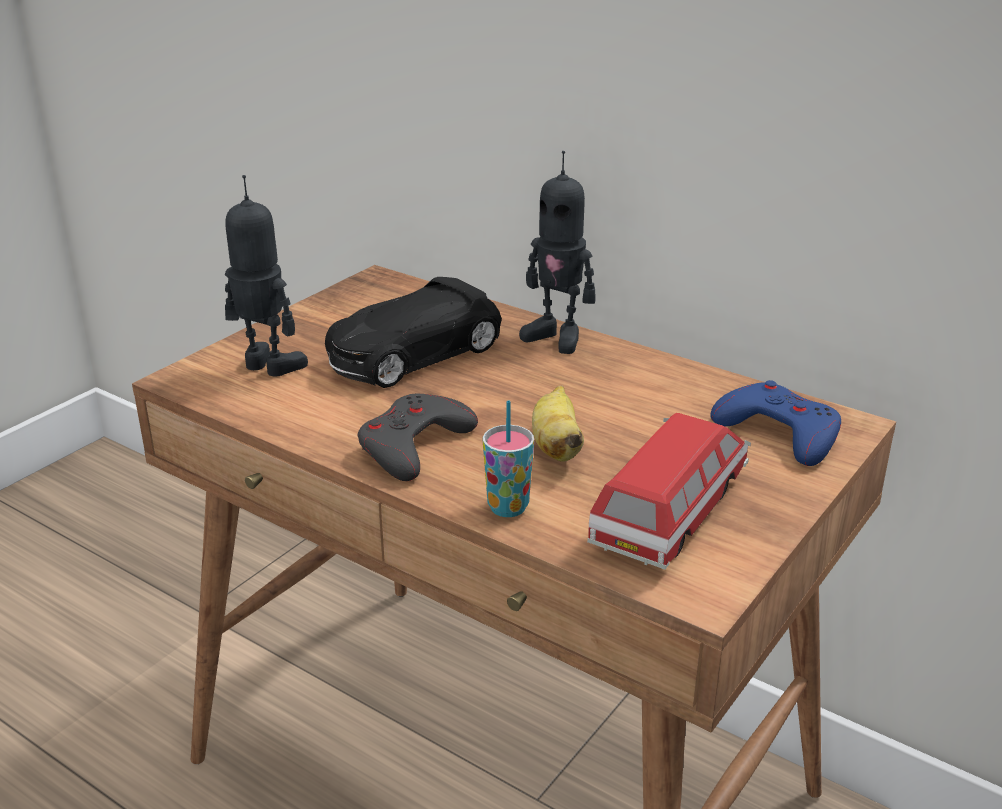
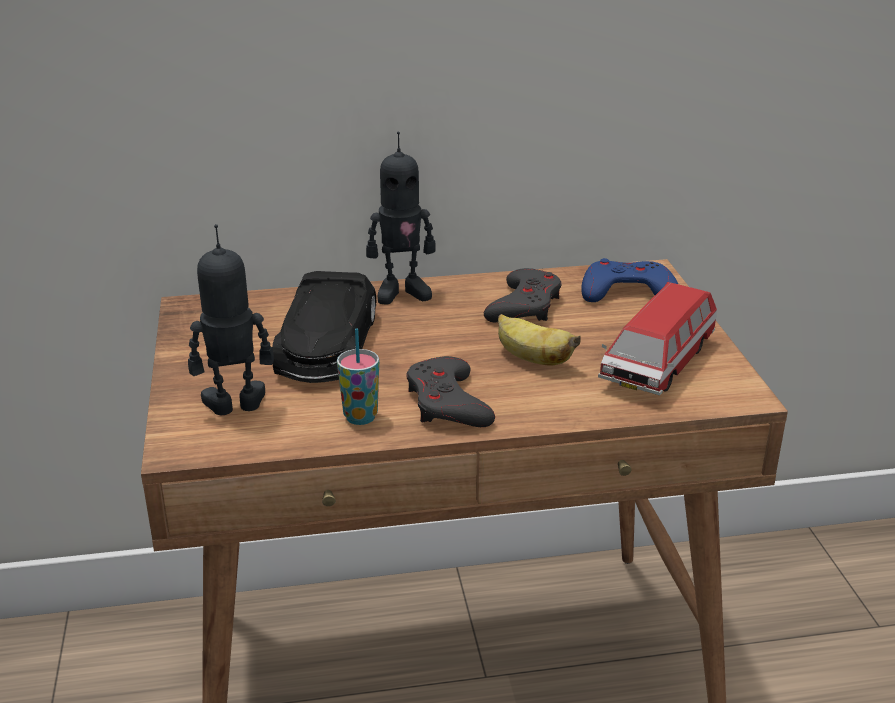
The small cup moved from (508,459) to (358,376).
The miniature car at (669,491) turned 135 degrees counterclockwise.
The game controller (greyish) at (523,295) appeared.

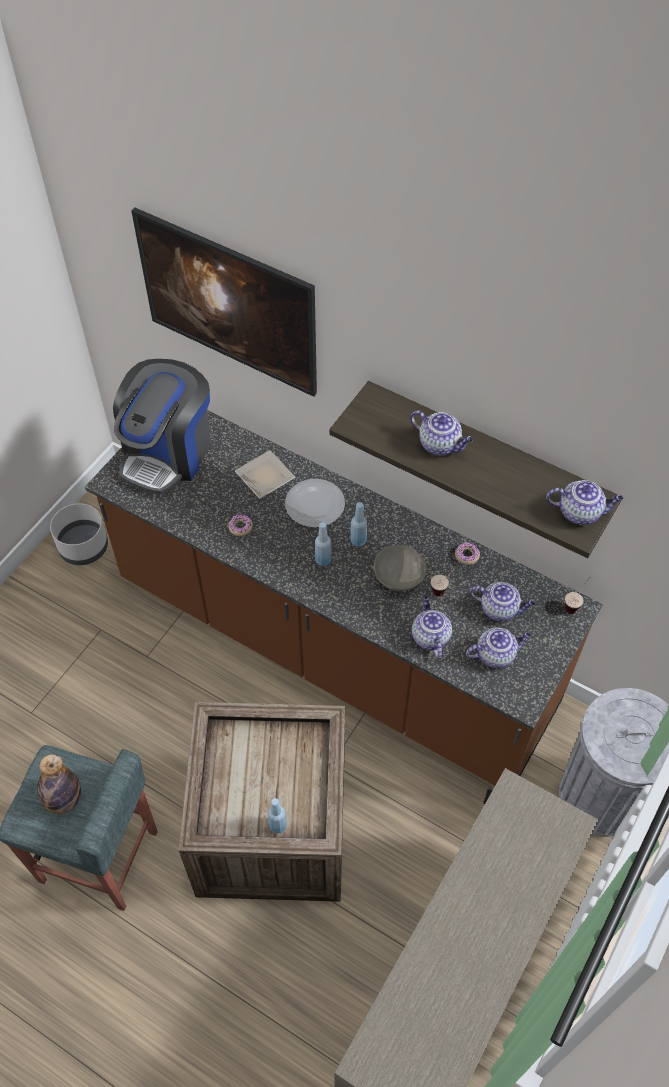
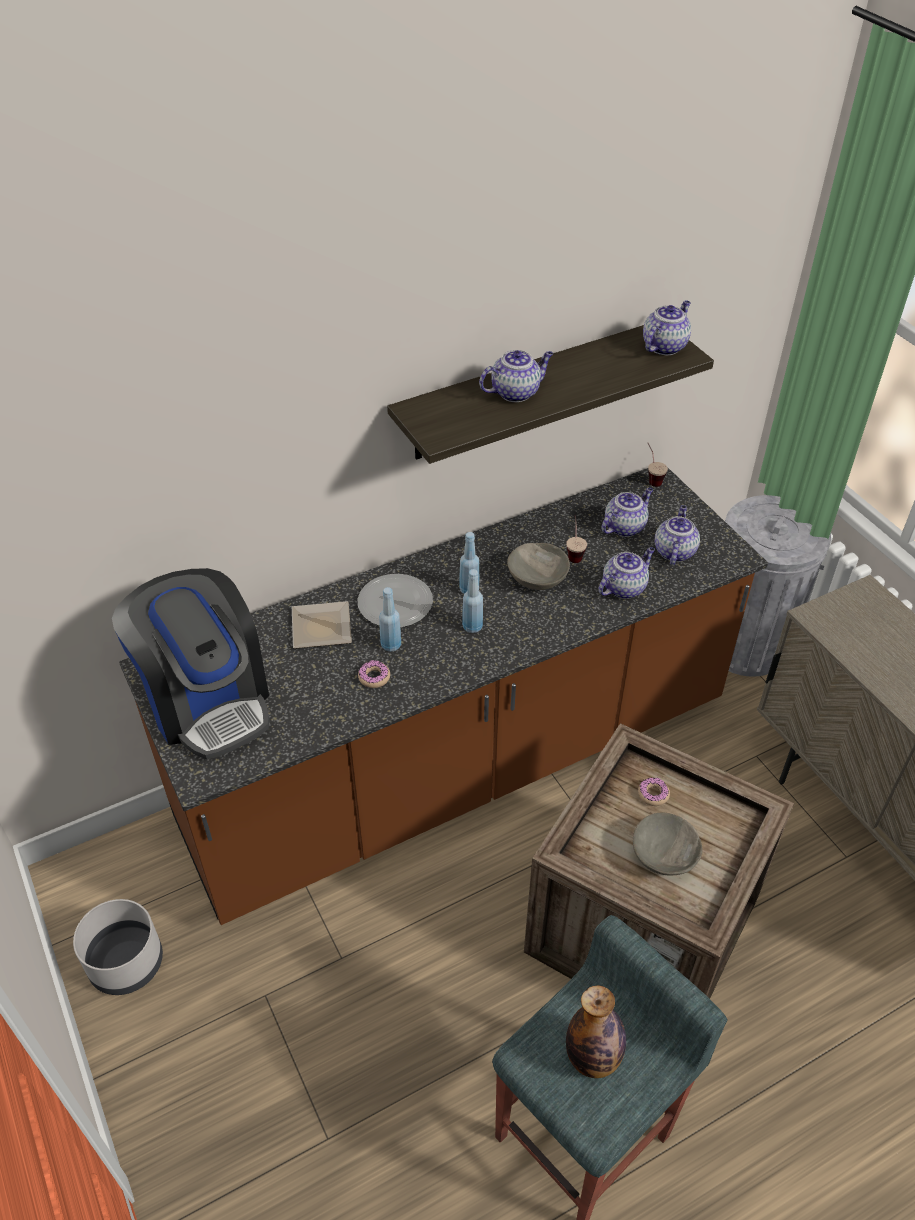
The wall art at (224,302) disappeared.
The doughnut moved from (467,553) to (654,791).
The teapot at (432,627) turned 120 degrees clockwise.
The bottle (bluish) moved from (277,815) to (390,619).
The bowl (greyish) at (668,844) appeared.

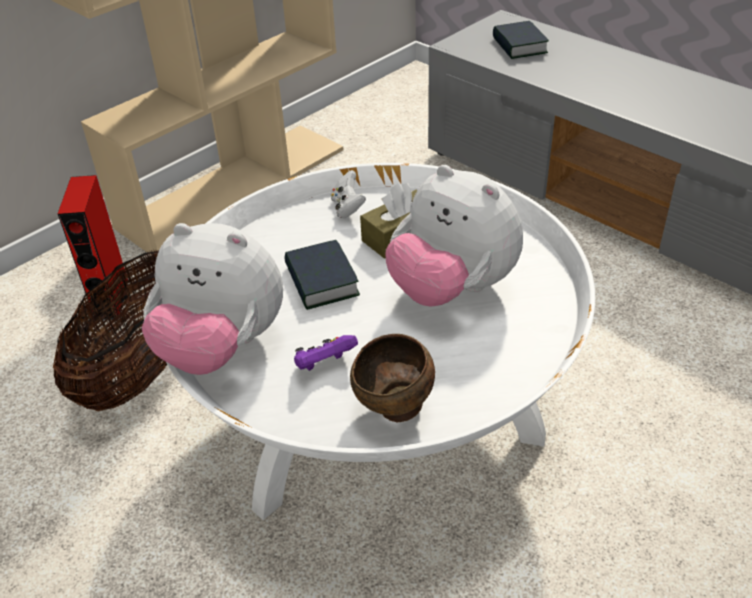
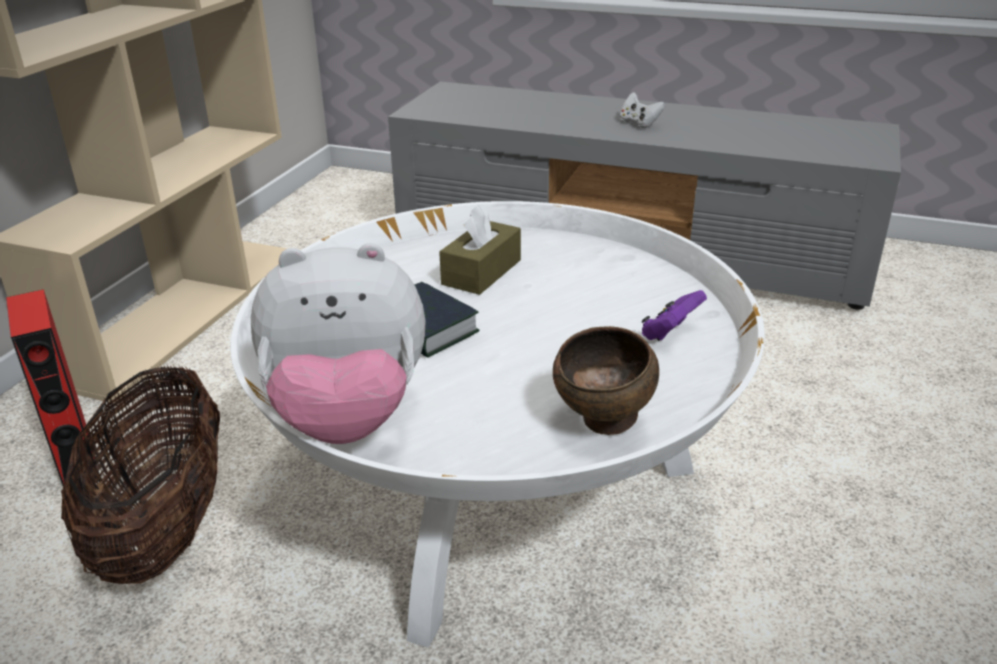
The bound book at (521,40) disappeared.
The plush toy at (454,235) disappeared.
The game controller (white) moved from (348,194) to (642,110).
The game controller (purple-coloured) moved from (326,353) to (674,315).

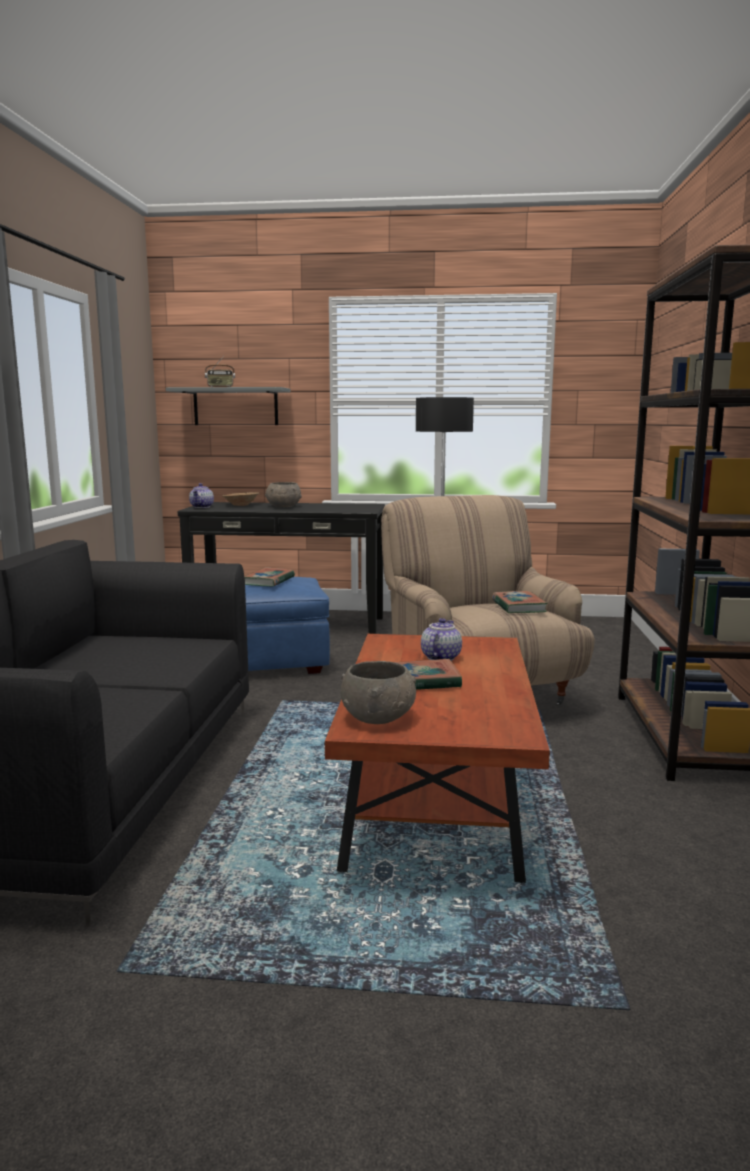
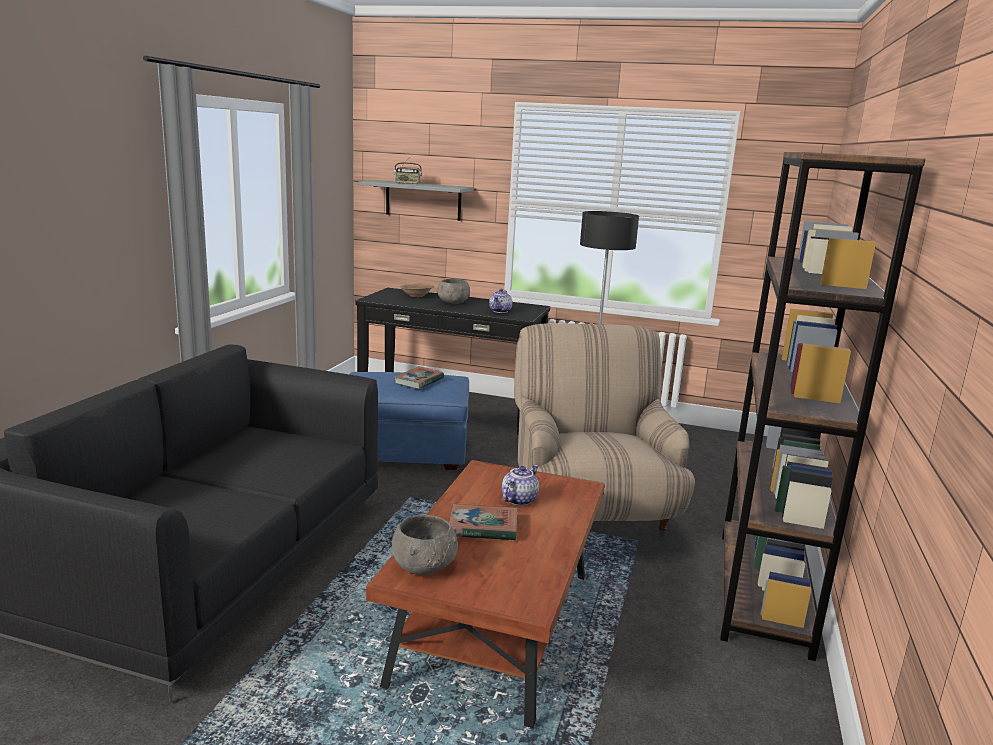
The teapot moved from (201,495) to (500,301).
The bound book at (520,602) disappeared.

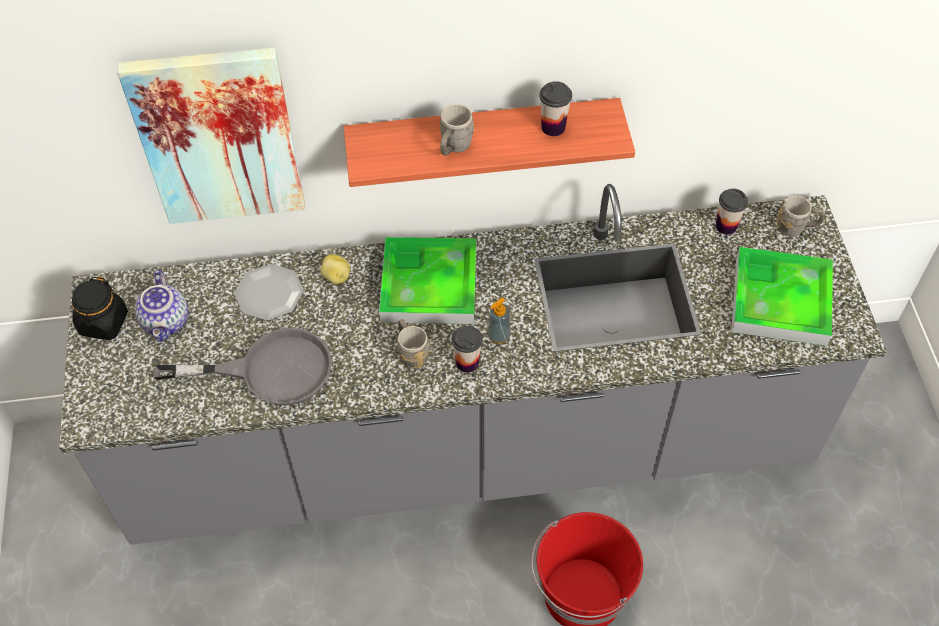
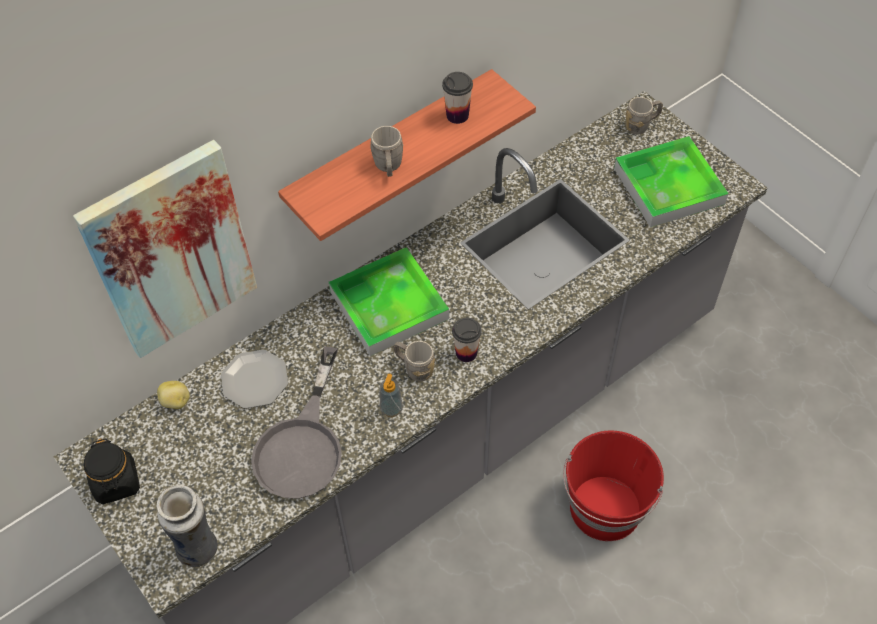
The small cup at (732,212) disappeared.
The spud moved from (335,269) to (173,395).
The teapot at (161,305) disappeared.
The soap dispenser moved from (499,321) to (391,395).
The skillet (greyish) at (242,366) turned 135 degrees clockwise.
The decorative vase at (187,526) appeared.

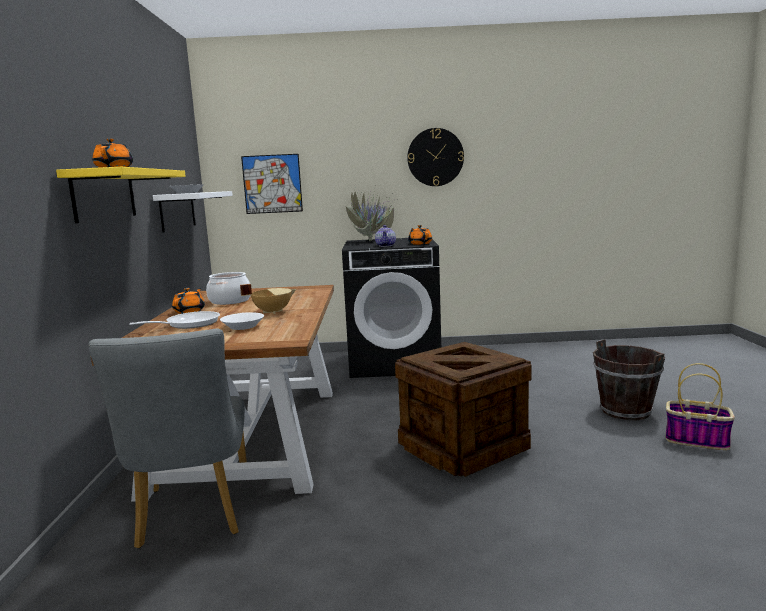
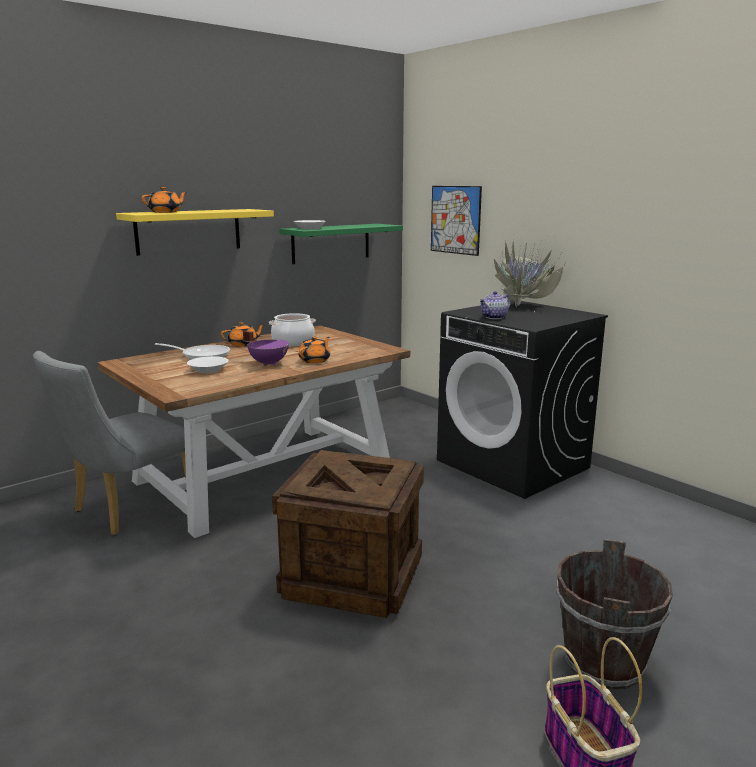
The clock on the wall at (435,157) disappeared.
The shelf (white) at (193,211) became the shelf (greenish) at (341,244).
The teapot (orange-coloured) moved from (420,235) to (314,350).
The saucepot (beige) at (268,299) became the saucepot (purple-coloured) at (266,348).

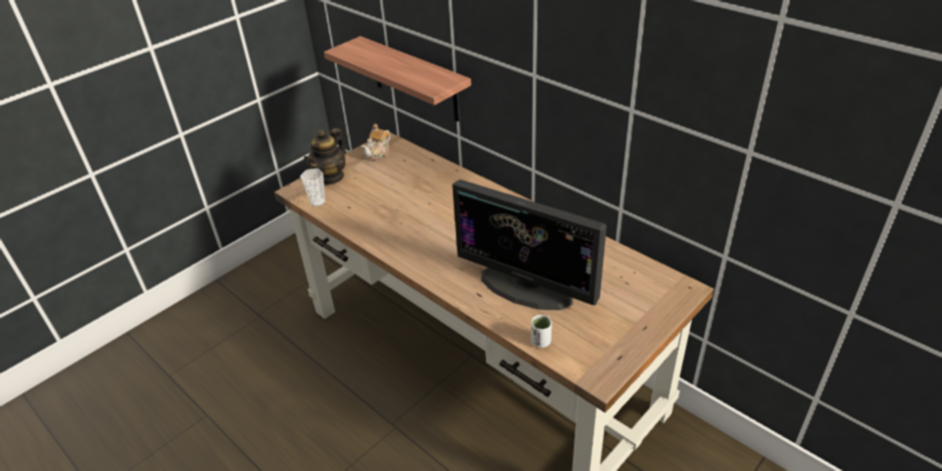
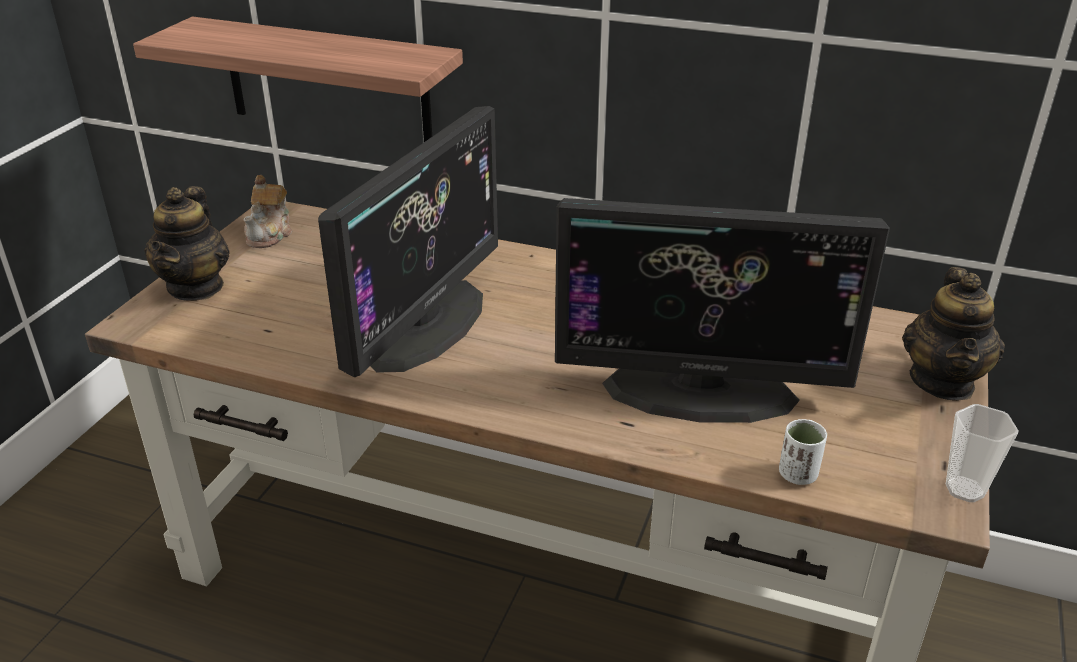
The small cup moved from (312,187) to (982,453).
The computer display at (408,241) appeared.
The teapot at (953,334) appeared.

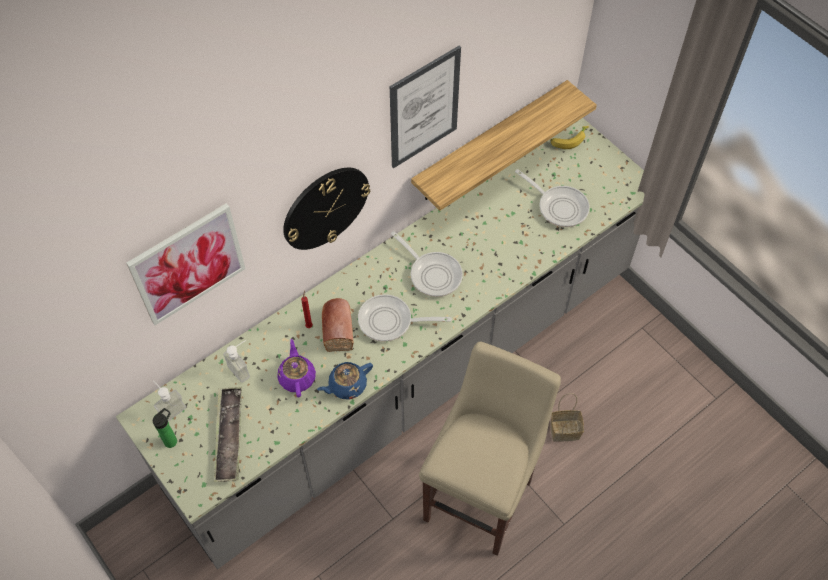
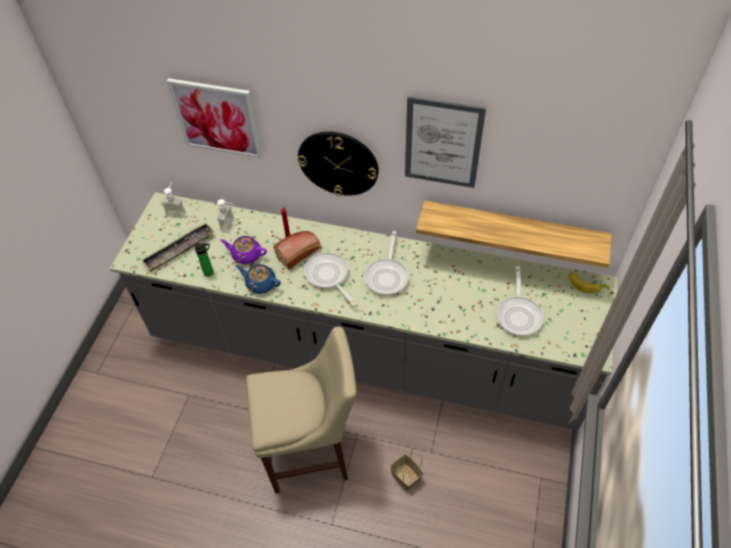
The teapot (purple-coloured) at (296,368) turned 120 degrees counterclockwise.
The bottle moved from (165,428) to (204,260).

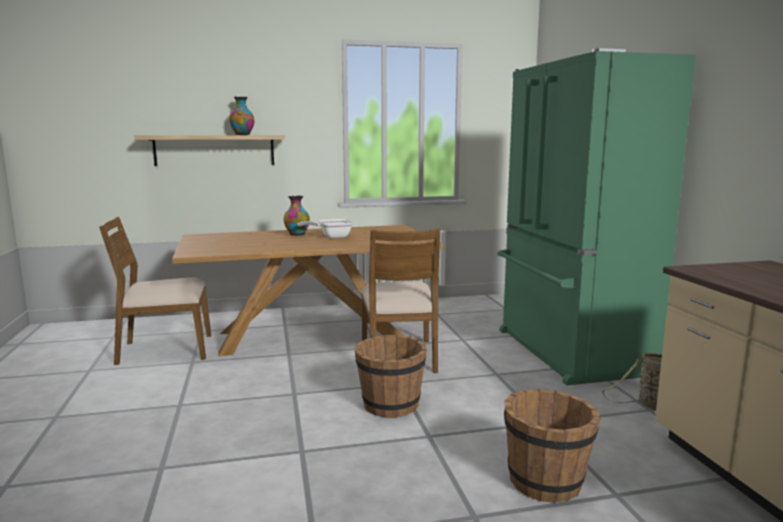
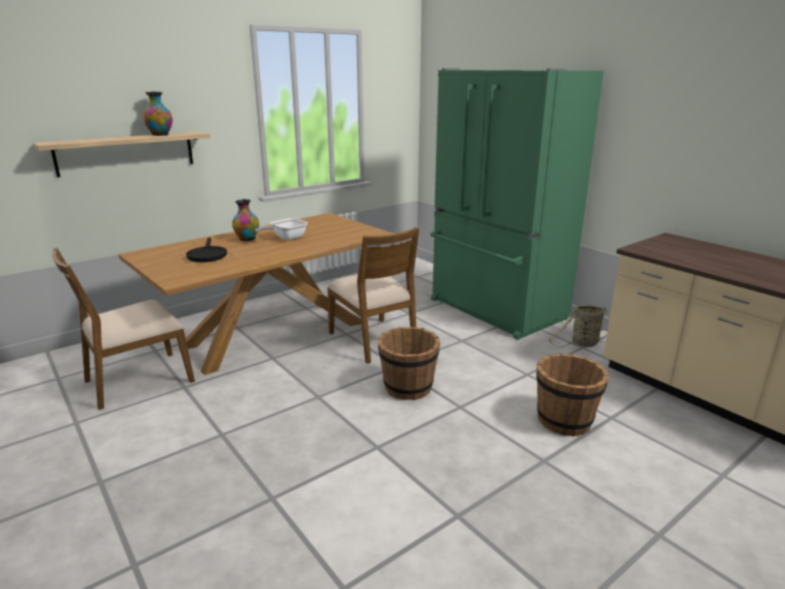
The skillet (blackish) at (206,250) appeared.

